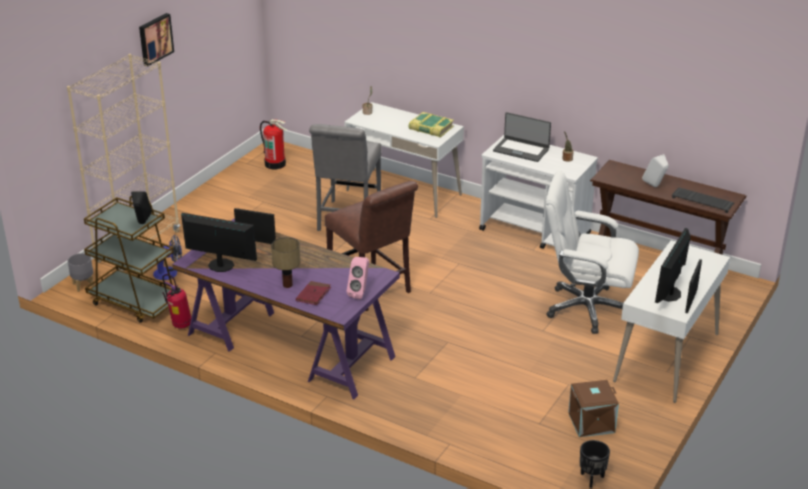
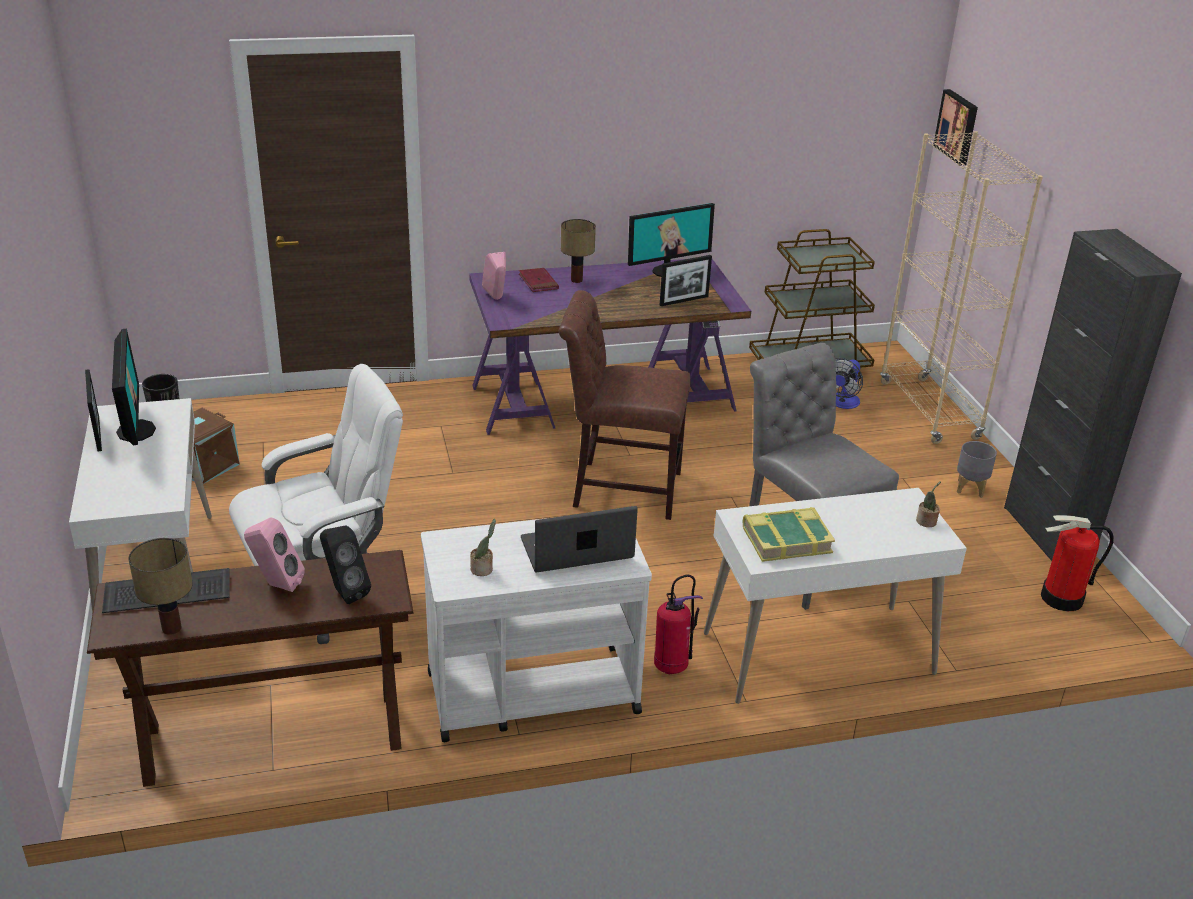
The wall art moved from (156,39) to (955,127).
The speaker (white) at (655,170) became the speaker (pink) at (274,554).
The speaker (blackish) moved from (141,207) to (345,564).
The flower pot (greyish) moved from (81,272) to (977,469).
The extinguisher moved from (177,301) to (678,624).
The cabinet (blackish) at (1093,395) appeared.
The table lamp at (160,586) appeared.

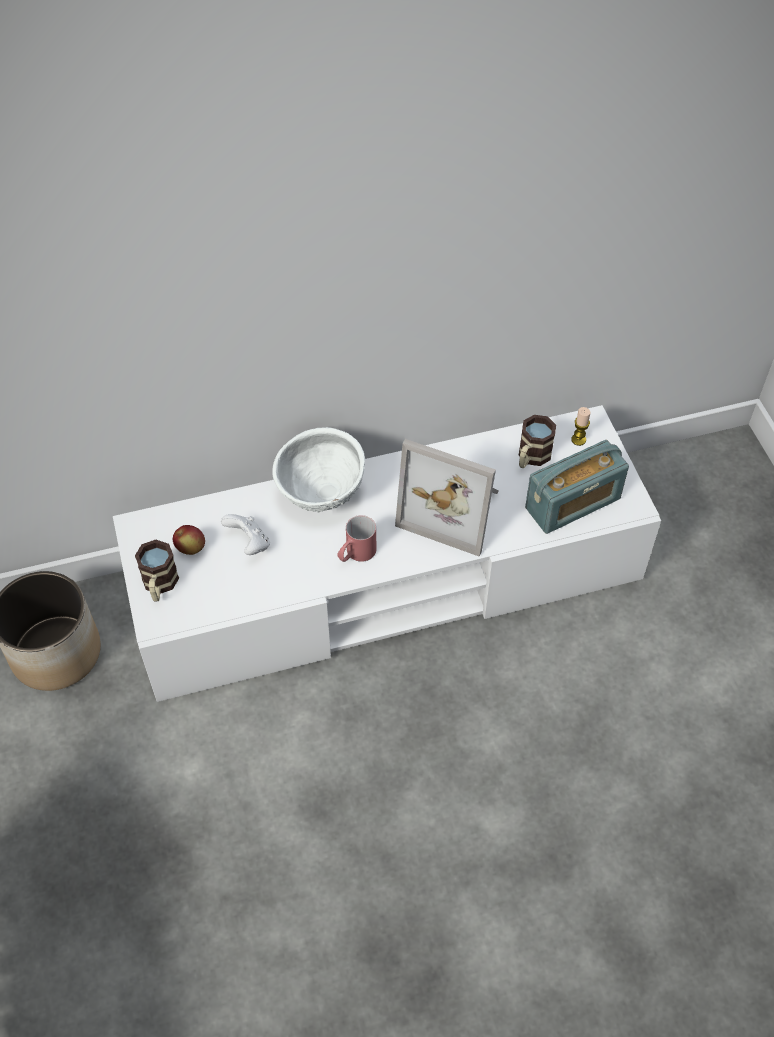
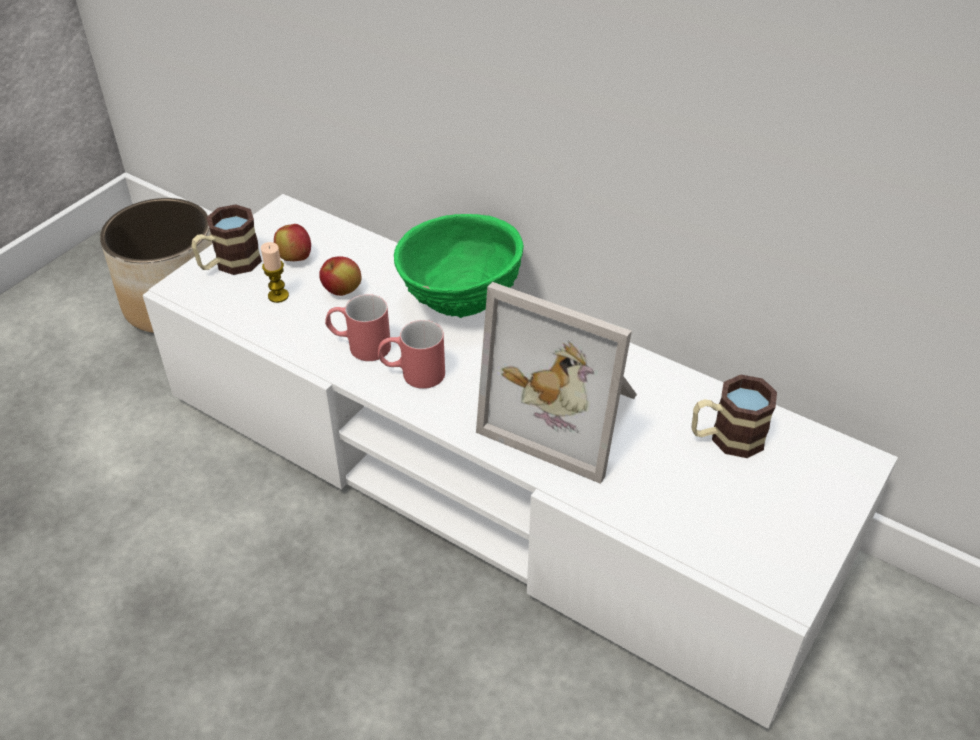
The wax light moved from (580,426) to (275,272).
The bowl (white) at (318,470) became the bowl (greenish) at (459,266).
The photo frame at (447,497) turned 45 degrees counterclockwise.
The radio set at (577,487) disappeared.
The game controller (white) at (245,534) was replaced by the apple at (340,276).
The coffee mug (red-coloured) at (358,327) appeared.

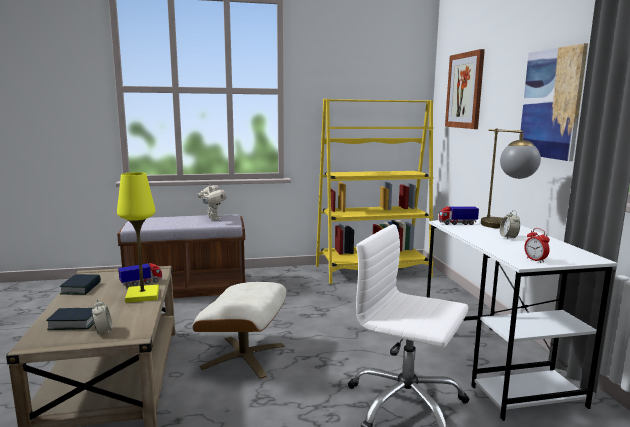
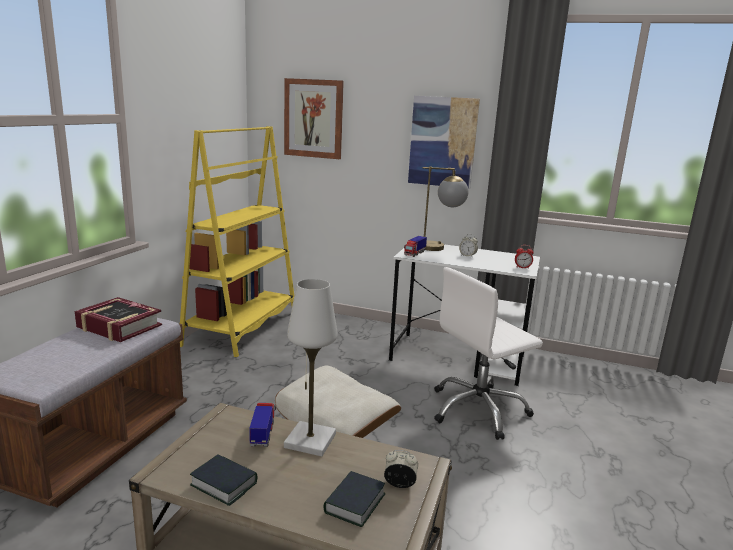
The table lamp (yellow) at (138,237) became the table lamp (white) at (311,367).
The robot figure at (211,201) was replaced by the bound book at (118,319).

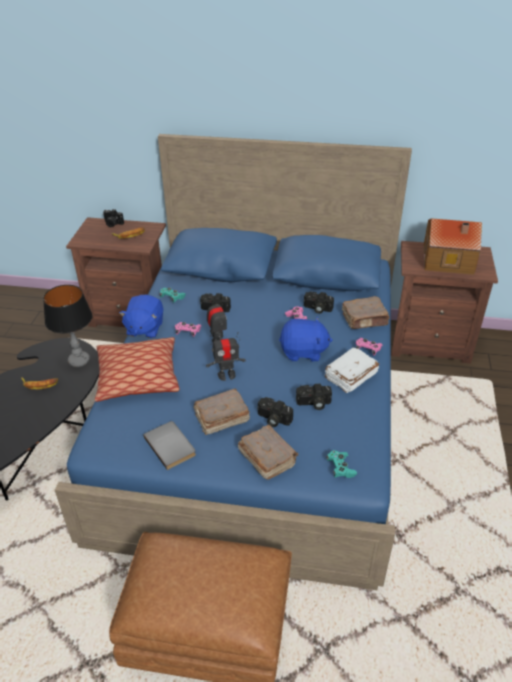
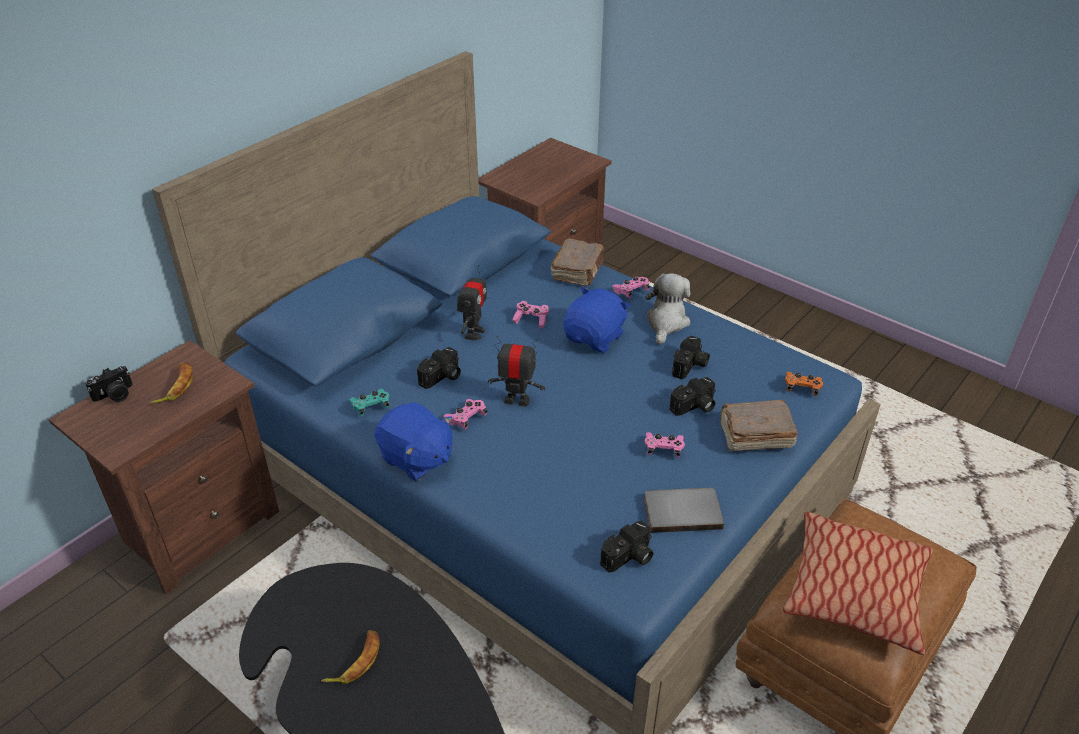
The toy house at (453,246) disappeared.
The table lamp at (67,326) disappeared.
The photo camera moved from (319,302) to (626,546).
The robot figure moved from (226,356) to (472,302).
The cushion moved from (137,369) to (858,583).
The bound book (white) at (352,370) was replaced by the plush toy at (667,308).
The bound book (brown) at (221,412) was replaced by the game controller (pink) at (665,445).
The game controller (turquoise) at (341,464) became the game controller (orange-coloured) at (804,384).

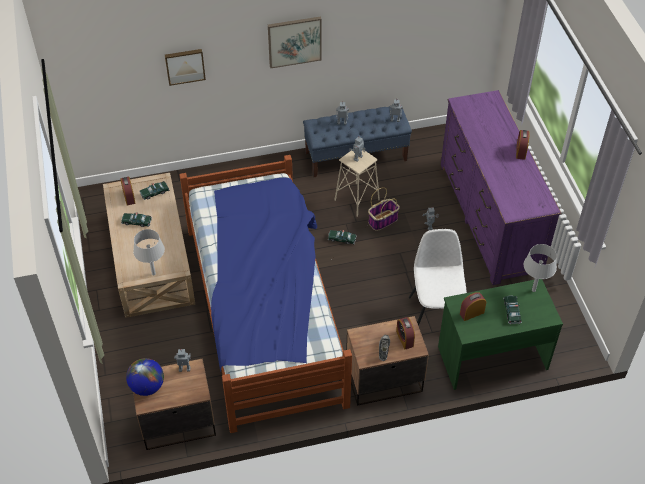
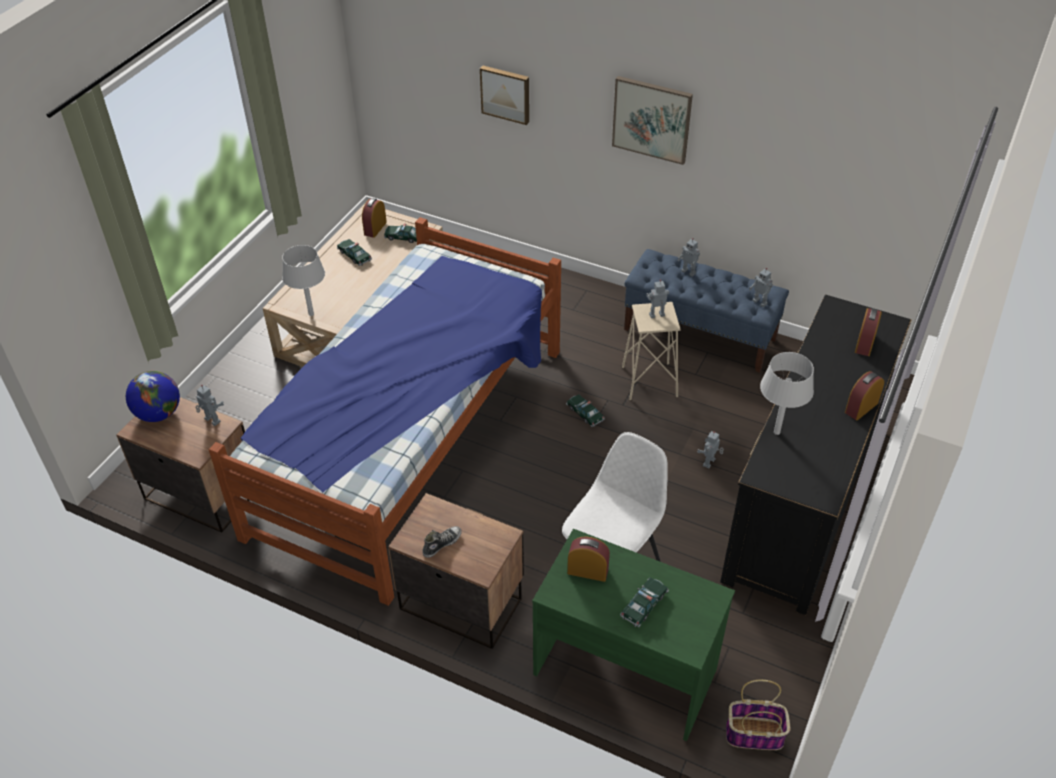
The chest of drawers (purple-coloured) at (501,187) became the chest of drawers (blackish) at (815,455).
The household basket moved from (384,209) to (758,715).
The table lamp (greyish) moved from (540,268) to (787,393).
The table clock moved from (405,333) to (868,332).

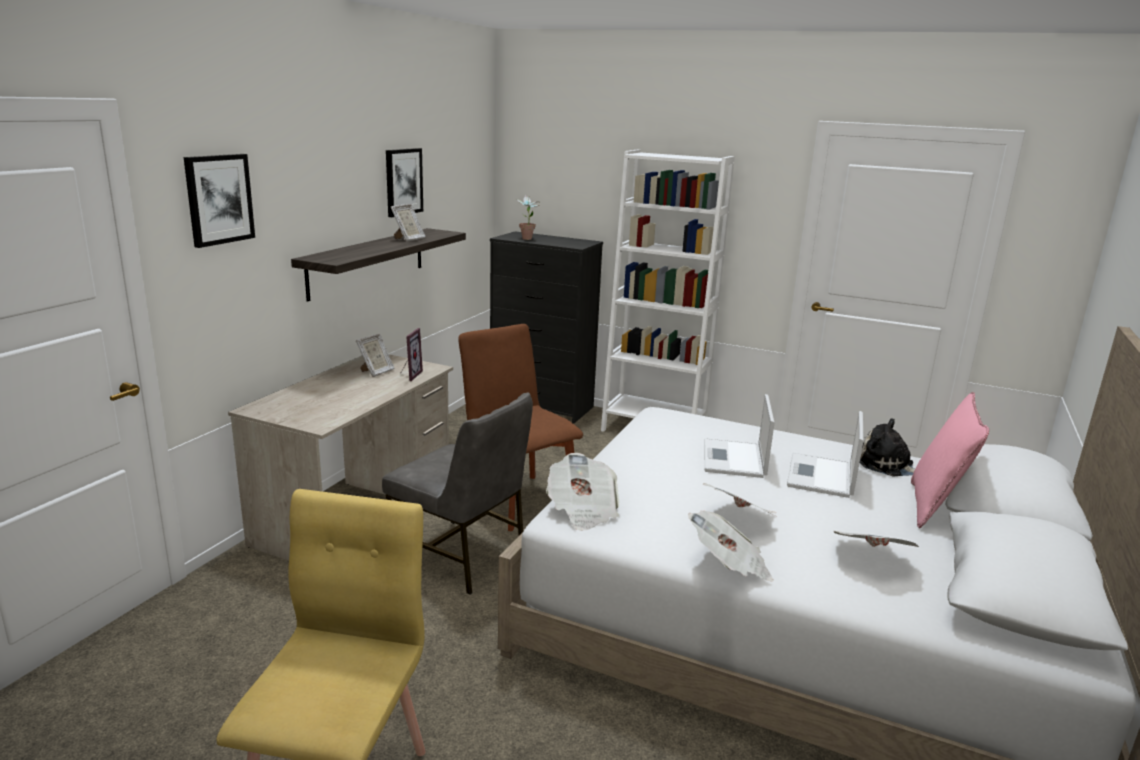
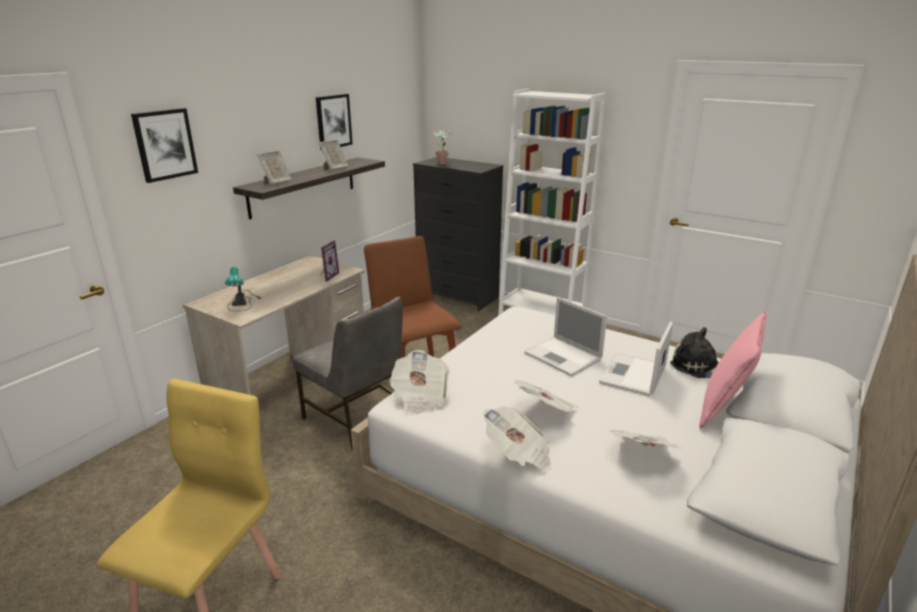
The photo frame moved from (375,355) to (274,168).
The laptop at (739,436) turned 60 degrees counterclockwise.
The table lamp at (243,289) appeared.

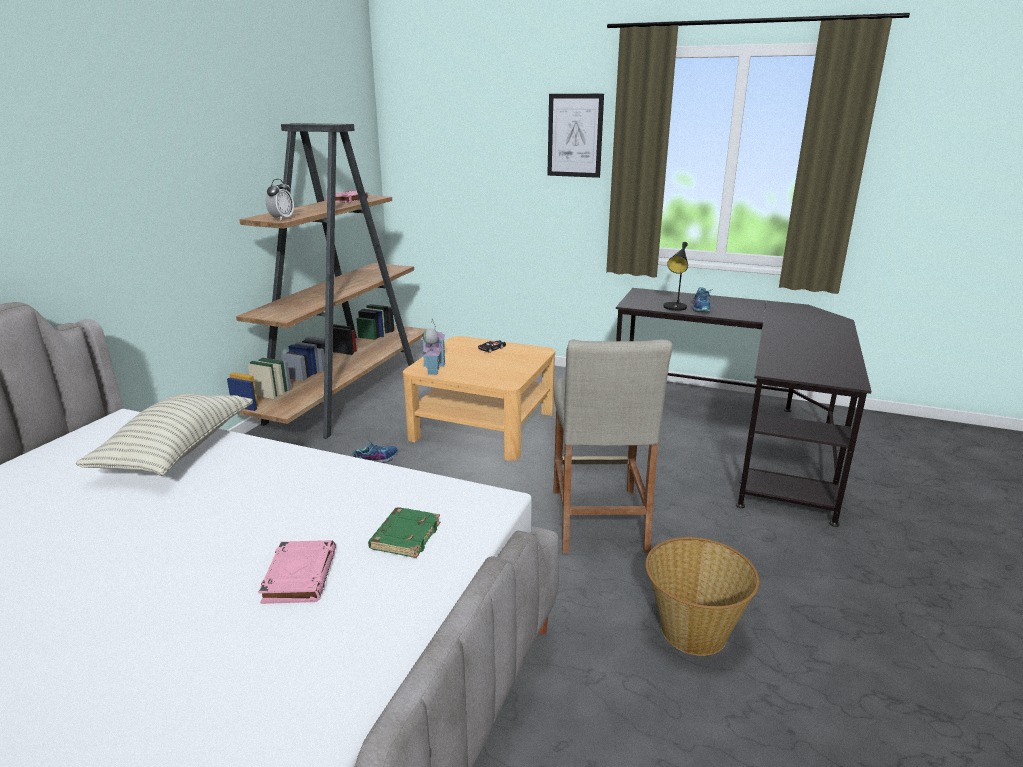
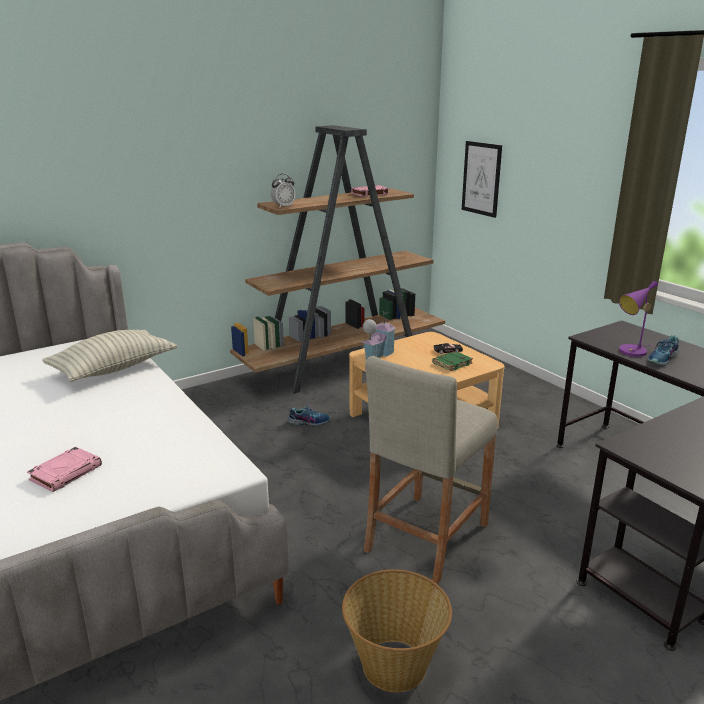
The wall art moved from (576,136) to (482,179).
The table lamp (blackish) at (675,276) became the table lamp (purple-coloured) at (638,319).
The bound book (greenish) moved from (404,532) to (452,361).

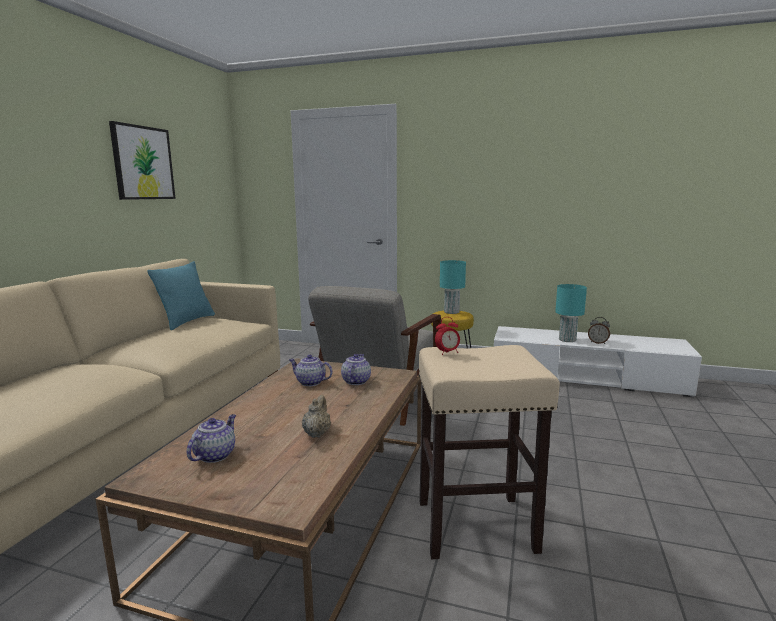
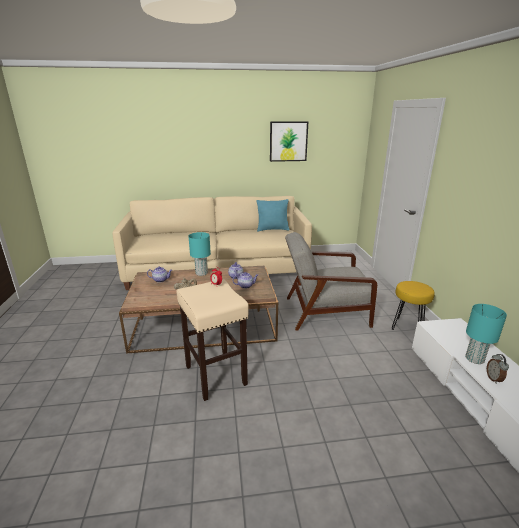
The table lamp (turquoise) moved from (453,287) to (199,254).

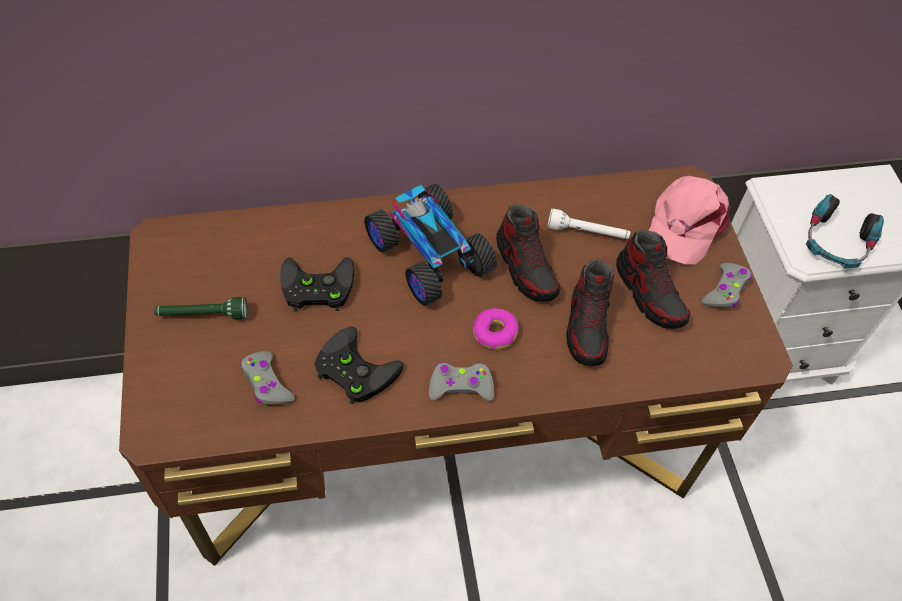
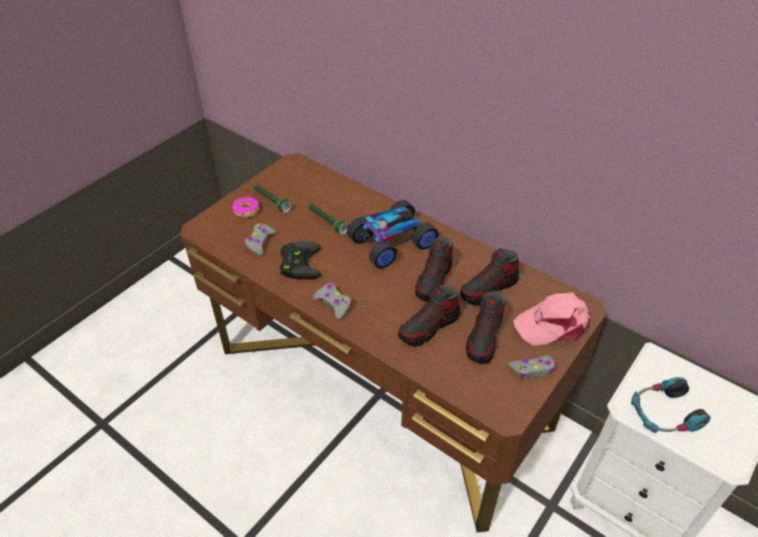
The miniature car at (430,245) turned 135 degrees counterclockwise.
The flashlight (white) at (588,224) was replaced by the item of footwear at (489,277).
The game controller (blackish) at (317,284) was replaced by the flashlight (greenish) at (328,219).
The doughnut moved from (496,329) to (245,207).

